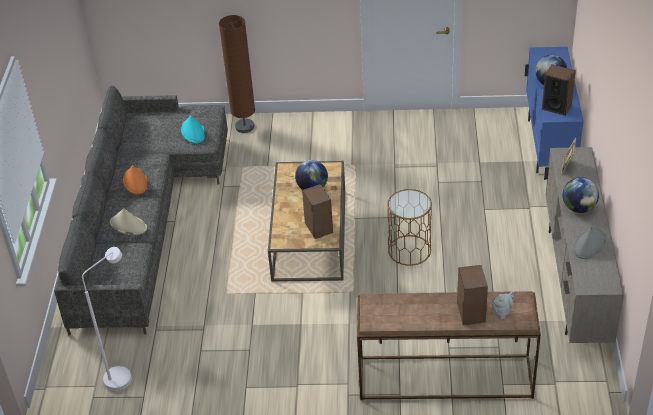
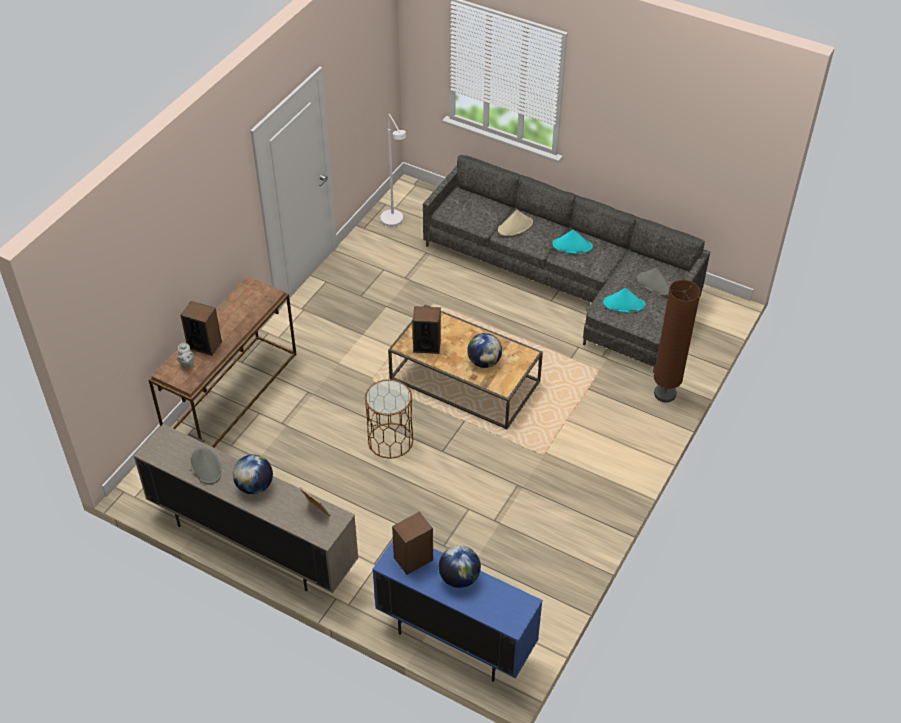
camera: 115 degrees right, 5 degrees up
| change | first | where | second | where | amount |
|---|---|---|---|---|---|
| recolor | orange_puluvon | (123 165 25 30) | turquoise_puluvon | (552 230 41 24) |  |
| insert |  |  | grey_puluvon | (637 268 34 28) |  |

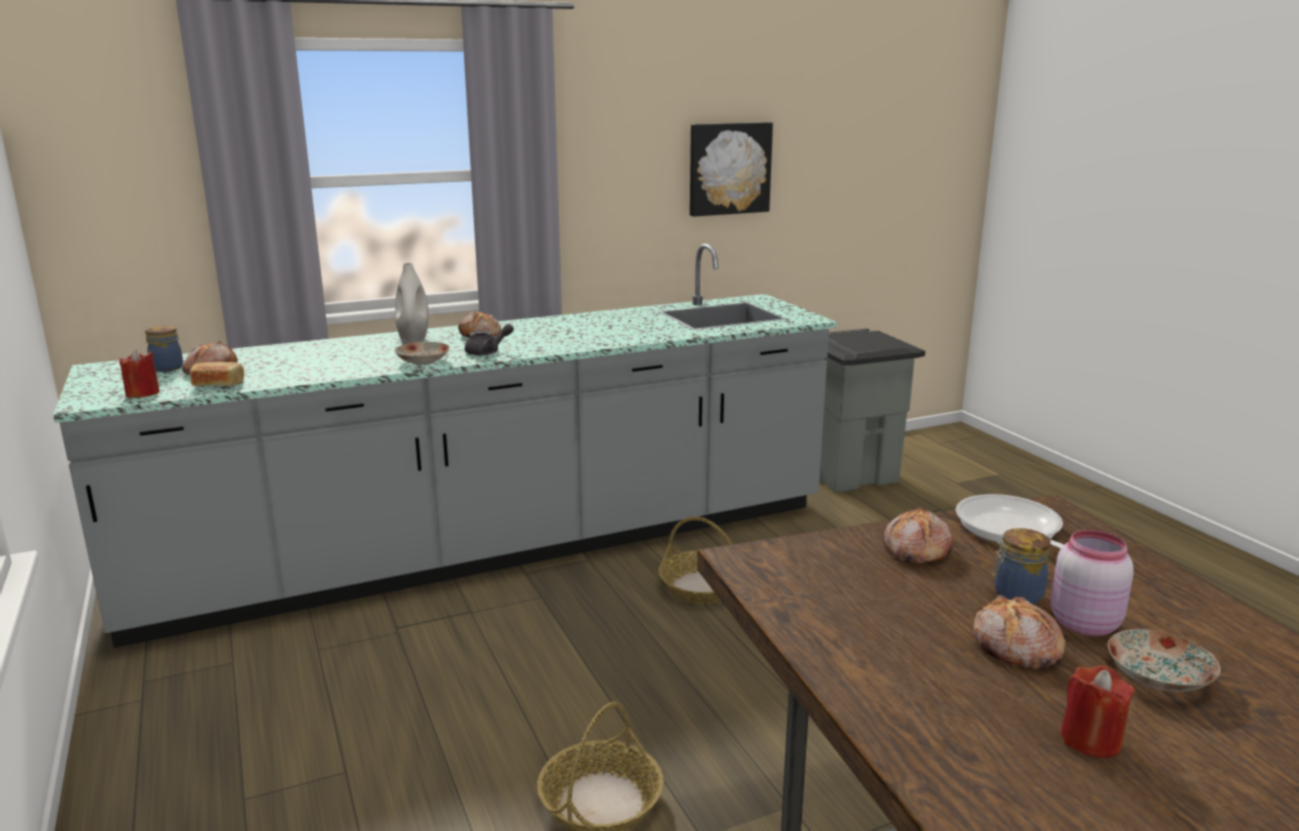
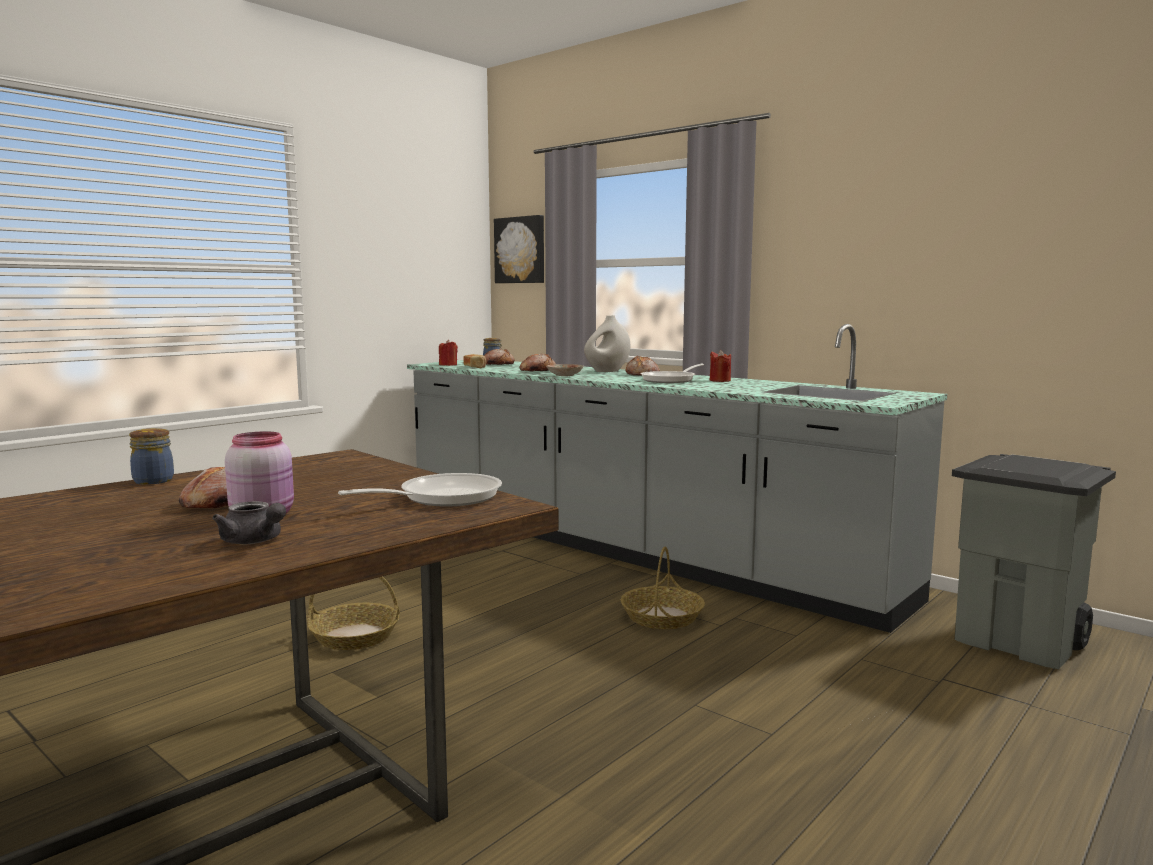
camera: 65 degrees right, 10 degrees down
| change | first | where | second | where | amount |
|---|---|---|---|---|---|
| move | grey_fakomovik | (465 324 49 32) |  | (212 501 74 43) |  |
| move | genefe | (690 122 83 95) |  | (494 215 50 68) |  |
| move | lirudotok | (883 507 70 56) |  | (519 353 37 18) |  |
| move | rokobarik | (992 528 59 76) |  | (129 428 45 57) |  |
| move | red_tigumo | (1061 665 74 93) |  | (710 350 21 32) |  |
| delete | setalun | (1108 629 112 63) |  |  |  |
| insert |  |  | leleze | (640 363 64 20) |  |

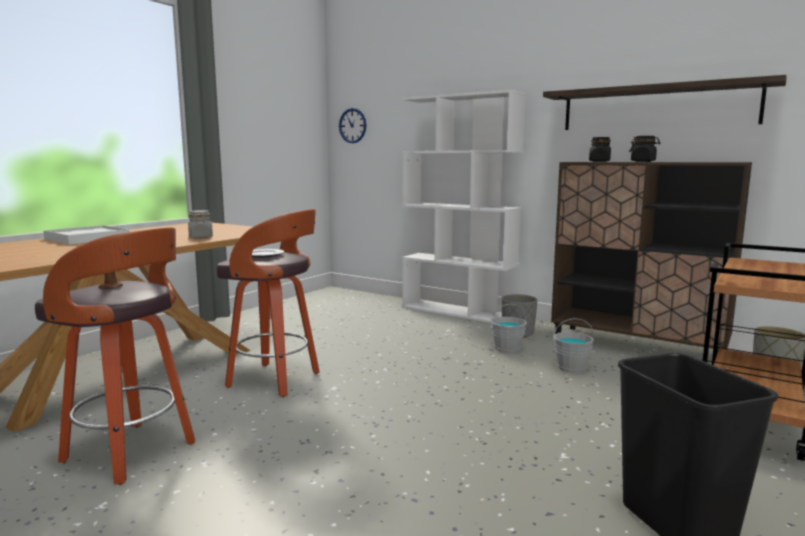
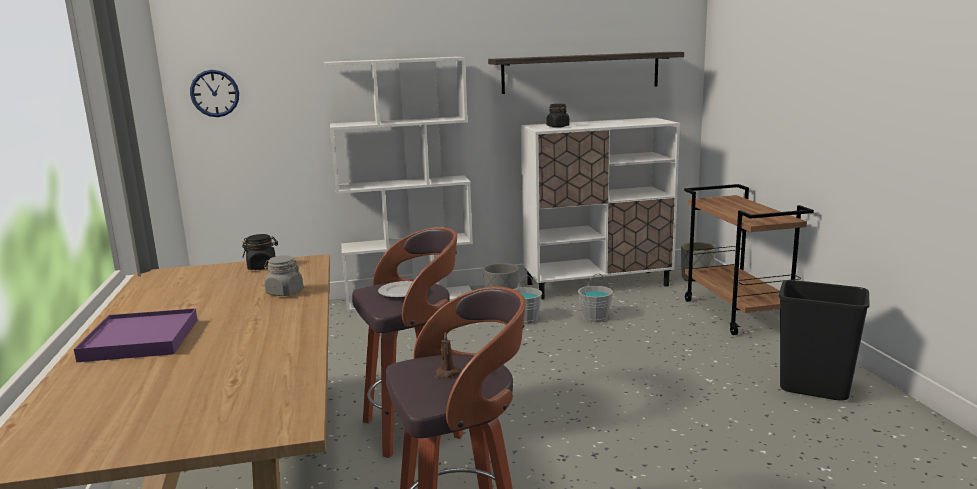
camera: 45 degrees left, 5 degrees up
| change | first | where | second | where | amount |
|---|---|---|---|---|---|
| recolor | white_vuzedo | (43 225 86 20) | purple_vuzedo | (74 308 123 54) |  |
| recolor | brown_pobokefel | (551 162 201 192) | white_pobokefel | (520 117 160 183) |  |
| move | black_rokobarik | (629 136 31 26) |  | (242 234 36 36) |  |

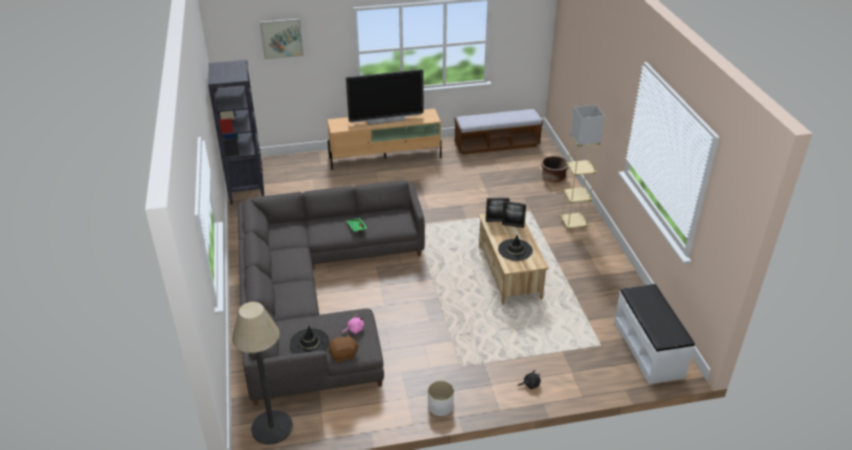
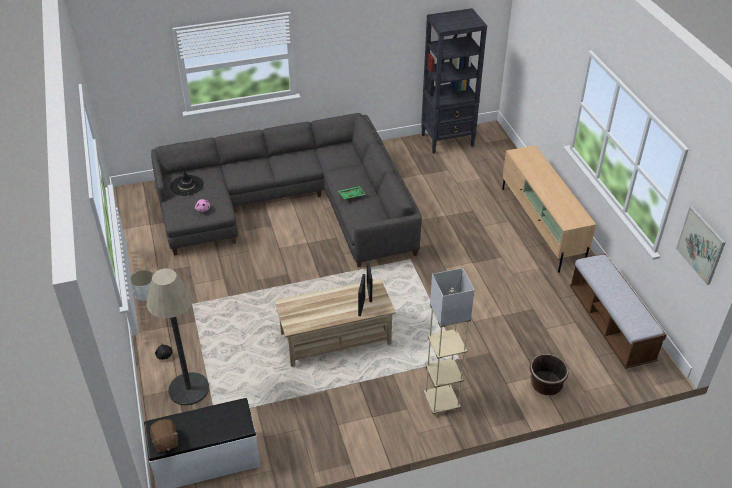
camera: 85 degrees right, 5 degrees up
| change | first | where | second | where | amount |
|---|---|---|---|---|---|
| move | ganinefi | (232 302 61 143) |  | (146 268 63 138) |  |
| move | genefe | (260 19 44 41) |  | (676 206 50 79) |  |
| move | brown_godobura | (329 334 30 29) |  | (150 419 29 33) |  |
| delete | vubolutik | (346 69 78 56) |  |  |  |
| delete | black_puluvon | (498 235 35 26) |  |  |  |

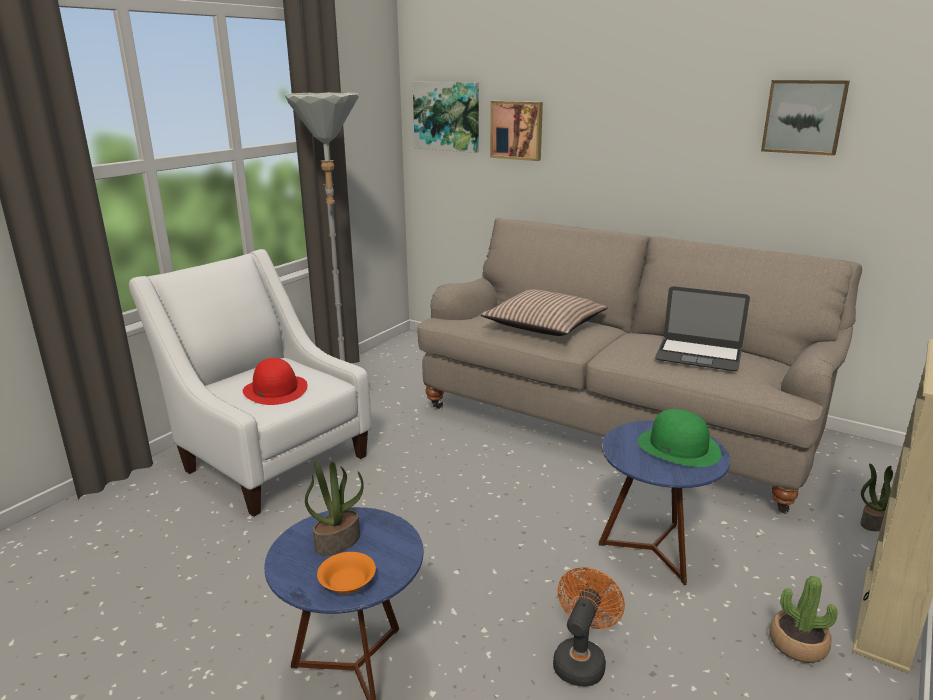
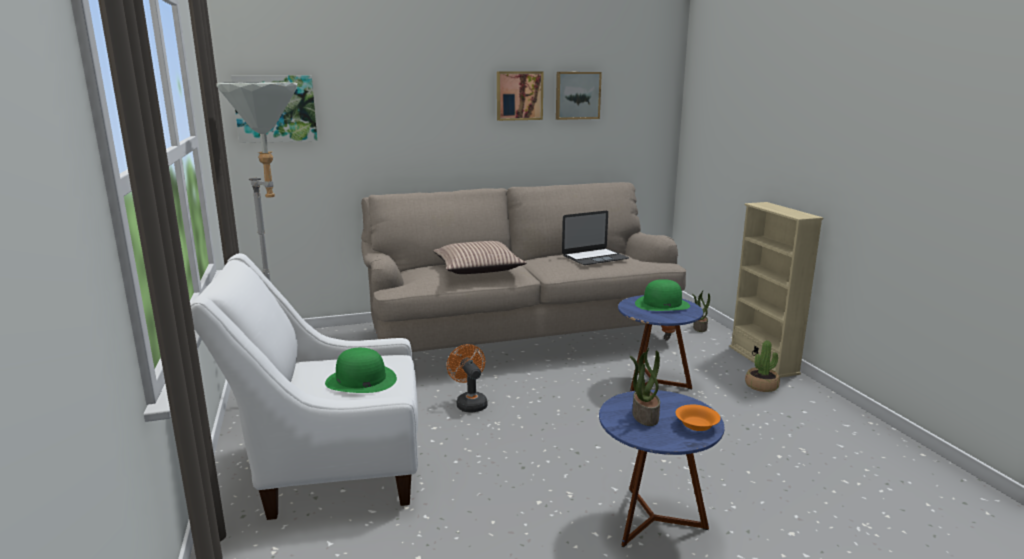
camera: 50 degrees left, 5 degrees down
| change | first | where | second | where | amount |
|---|---|---|---|---|---|
| recolor | red_puluvon | (243 358 65 47) | green_puluvon | (325 348 72 45) |  |
| move | genefe | (490 101 53 60) |  | (497 71 46 50) |  |
| move | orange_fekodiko | (553 567 72 120) |  | (447 344 41 69) |  |

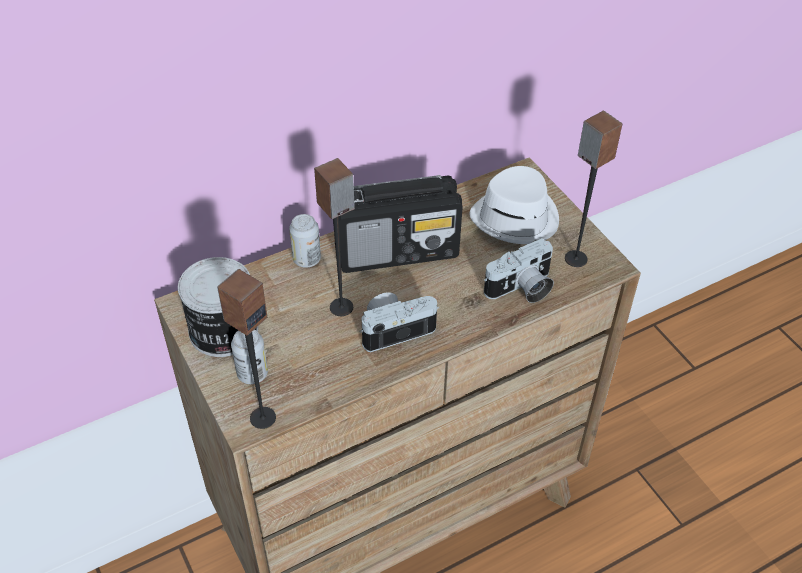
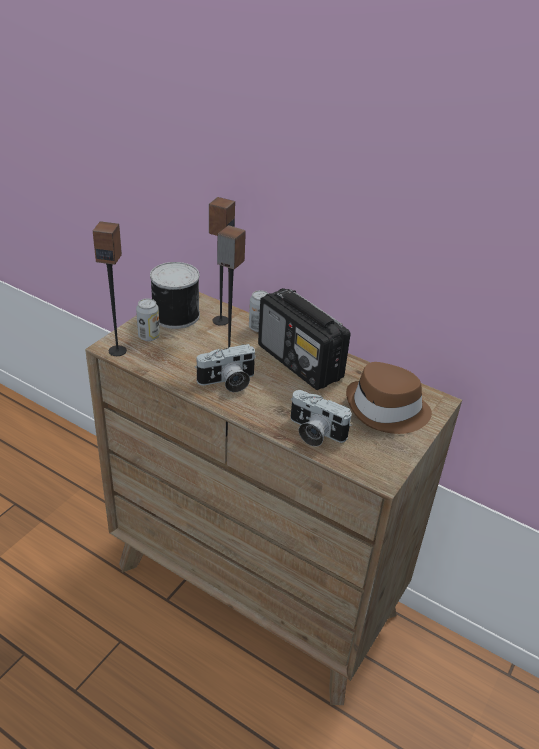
camera: 60 degrees right, 10 degrees down
| change | first | where | second | where | amount |
|---|---|---|---|---|---|
| rotate | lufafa | (360 292 79 60) |  | (195 344 61 48) | 120 degrees clockwise |
| recolor | white_puluvon | (469 166 90 78) | brown_puluvon | (346 362 86 72) |  |
| move | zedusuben | (565 110 57 157) |  | (209 197 26 129) |  |

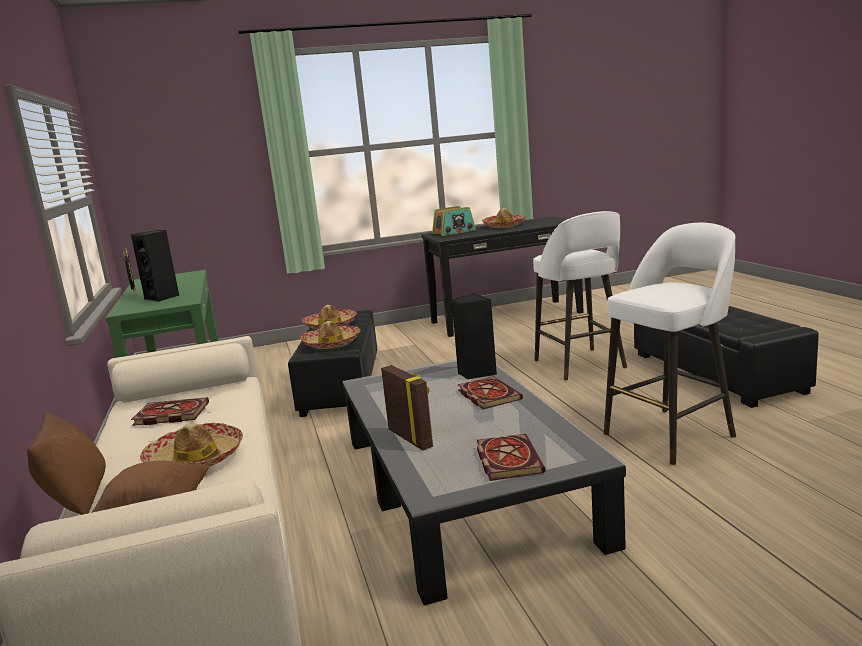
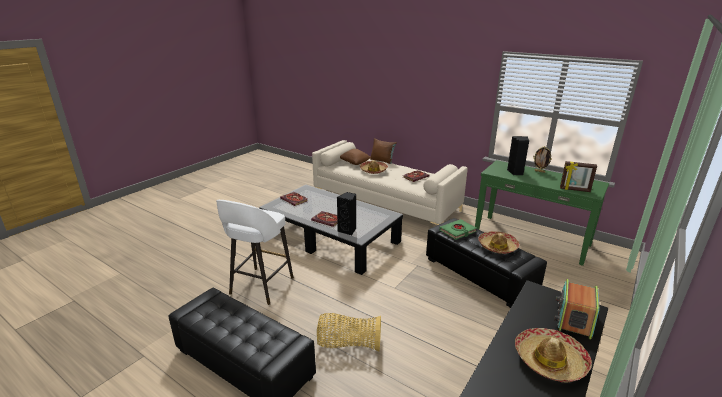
camera: 140 degrees right, 10 degrees up
| change | first | where | second | where | amount |
|---|---|---|---|---|---|
| replace | puluvon | (300 321 60 28) | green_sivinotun | (439 219 38 21) |  |
| move | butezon | (381 365 52 86) |  | (560 161 37 31) |  |
| replace | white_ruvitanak | (533 211 94 170) | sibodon | (317 313 64 39) |  |

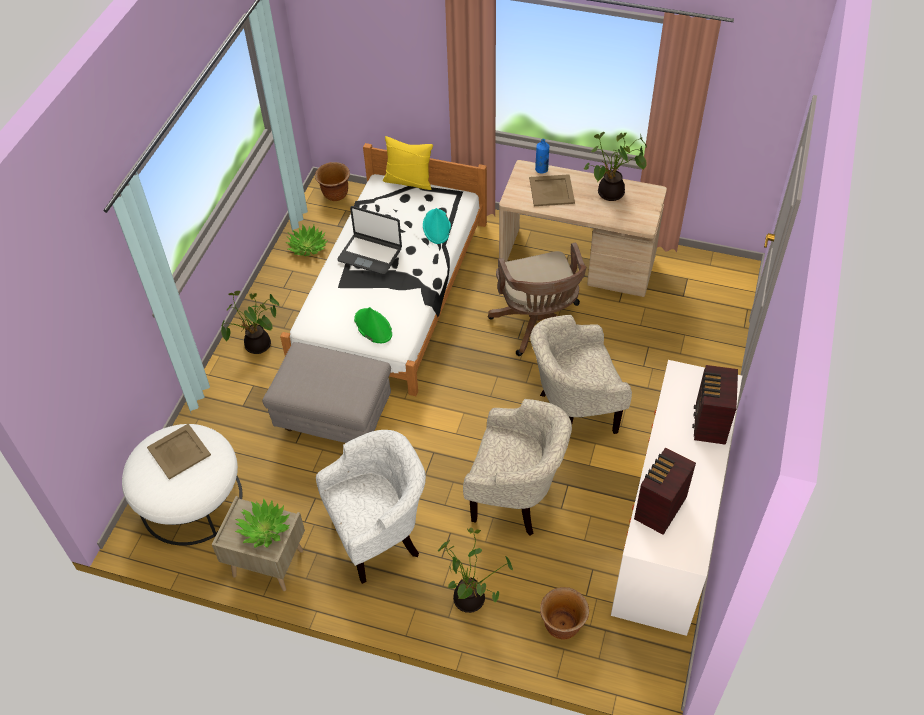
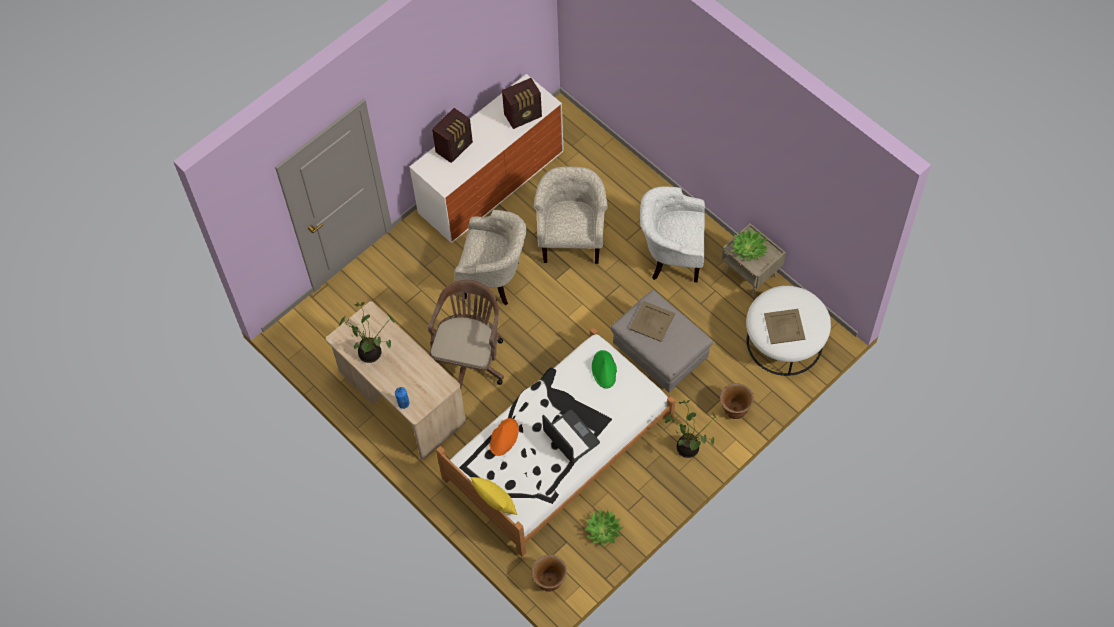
camera: 150 degrees left, 10 degrees up
| change | first | where | second | where | amount |
|---|---|---|---|---|---|
| recolor | turquoise_puluvon | (423 208 28 36) | orange_puluvon | (489 418 30 38) |  |
| delete | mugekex | (438 528 75 85) |  |  |  |
| rotate | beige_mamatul | (463 399 109 137) |  | (534 166 74 98) | 45 degrees clockwise |
| move | beige_vuzedo | (529 174 46 32) |  | (630 301 45 41) |  |
| move | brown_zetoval | (540 587 49 52) |  | (720 383 34 36) |  |

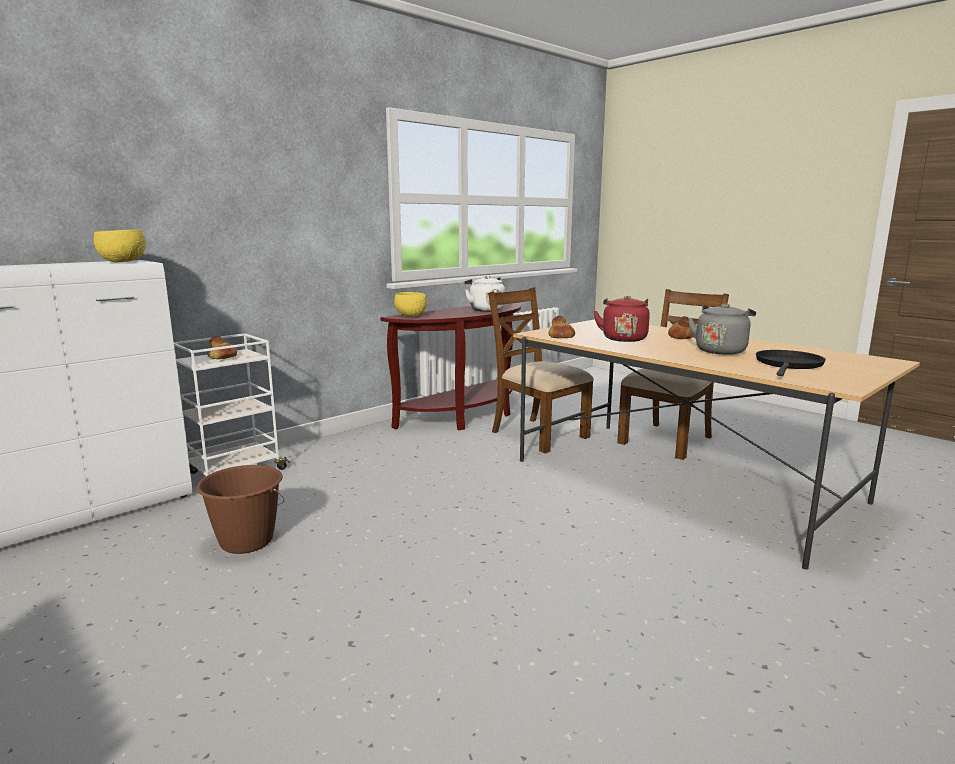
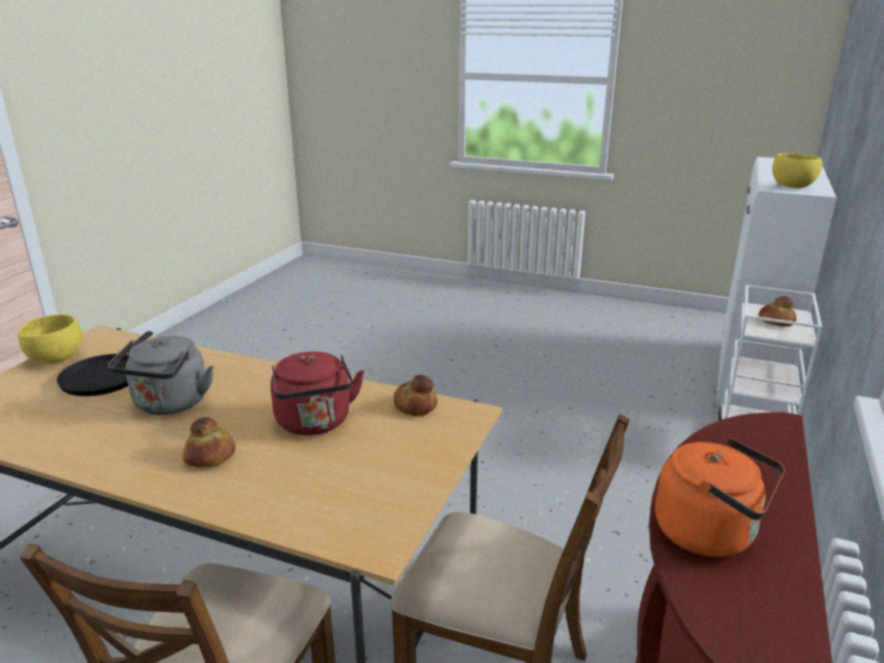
camera: 155 degrees right, 10 degrees up
| change | first | where | second | where | amount |
|---|---|---|---|---|---|
| delete | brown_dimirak | (196 465 89 89) |  |  |  |
| move | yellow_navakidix | (394 292 33 25) |  | (18 314 65 50) |  |
| recolor | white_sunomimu | (464 276 41 36) | orange_sunomimu | (655 438 130 119) |  |

